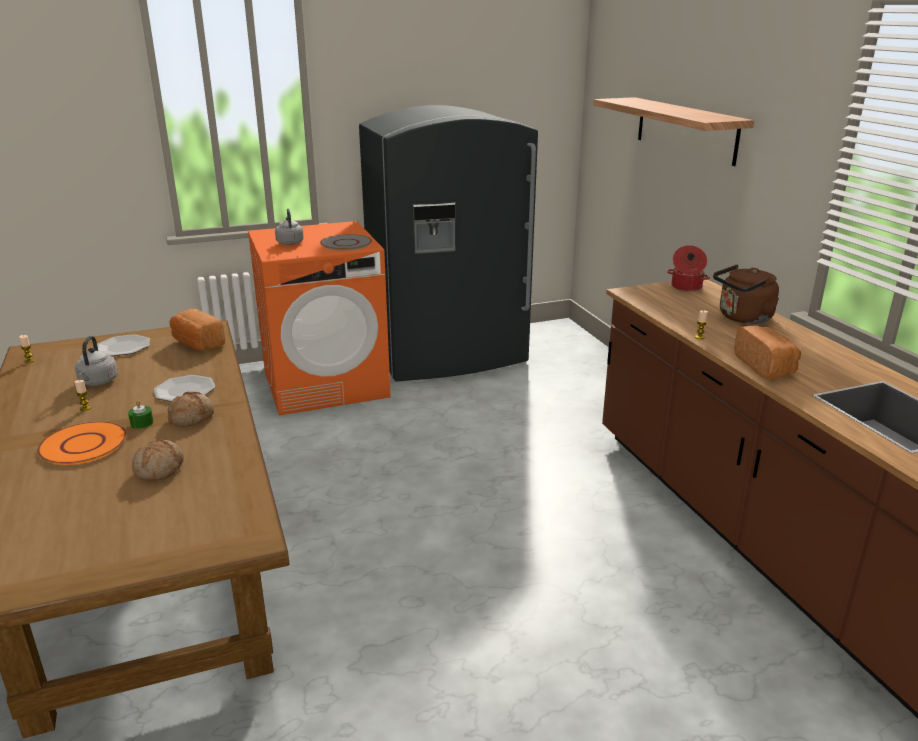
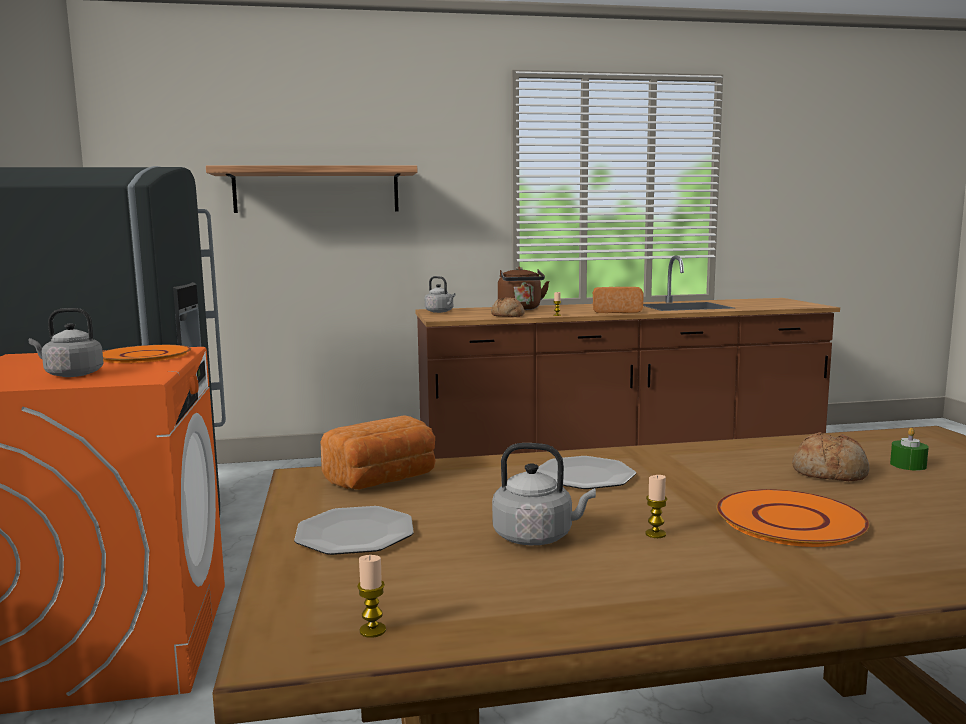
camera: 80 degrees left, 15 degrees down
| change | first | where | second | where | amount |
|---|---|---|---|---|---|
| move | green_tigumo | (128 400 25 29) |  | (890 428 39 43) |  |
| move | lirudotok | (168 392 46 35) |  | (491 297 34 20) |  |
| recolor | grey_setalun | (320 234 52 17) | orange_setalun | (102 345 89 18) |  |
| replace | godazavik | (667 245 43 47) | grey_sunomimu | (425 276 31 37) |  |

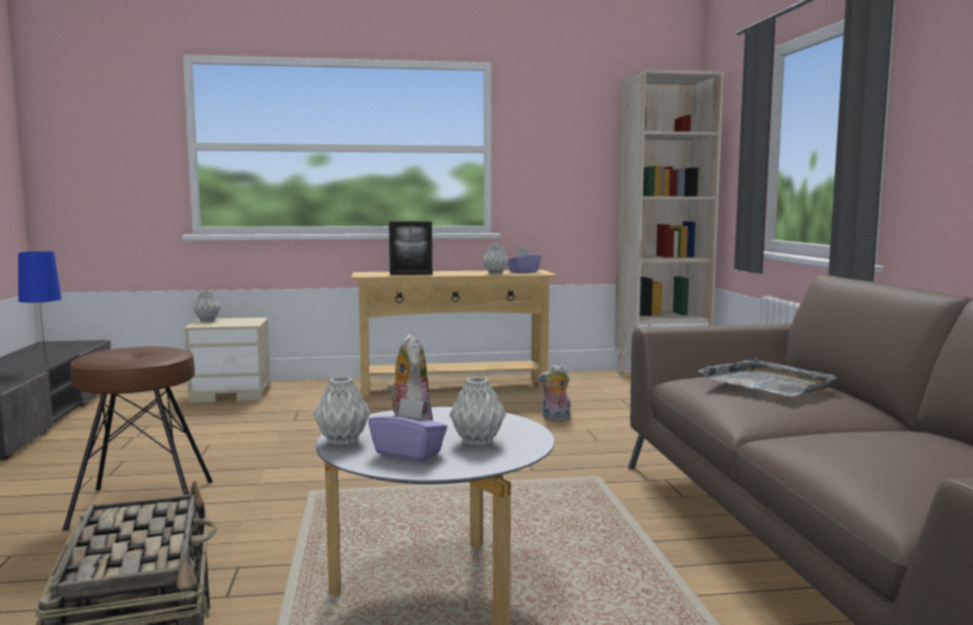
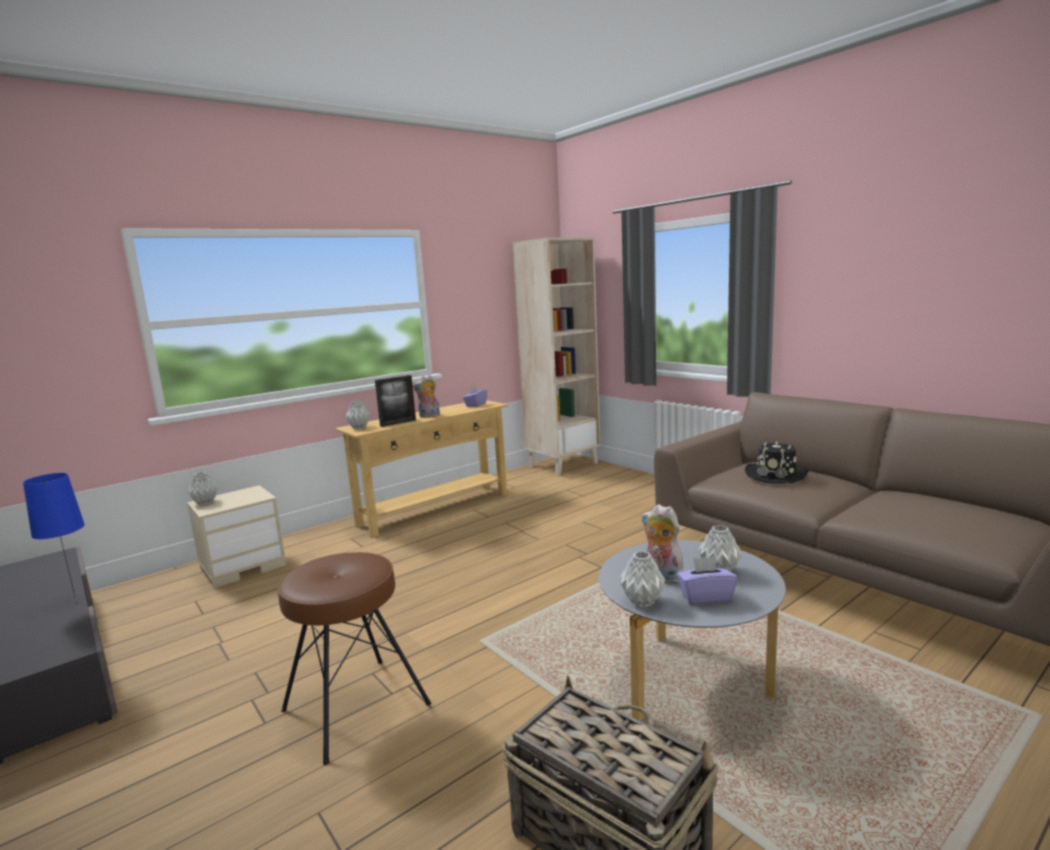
camera: 30 degrees left, 5 degrees up
| change | first | where | second | where | amount |
|---|---|---|---|---|---|
| move | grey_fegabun | (482 243 27 31) |  | (345 400 25 29) |  |
| move | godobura | (538 365 33 56) |  | (413 375 27 43) |  |
| replace | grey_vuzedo | (698 358 139 38) | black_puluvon | (745 441 64 43) |  |

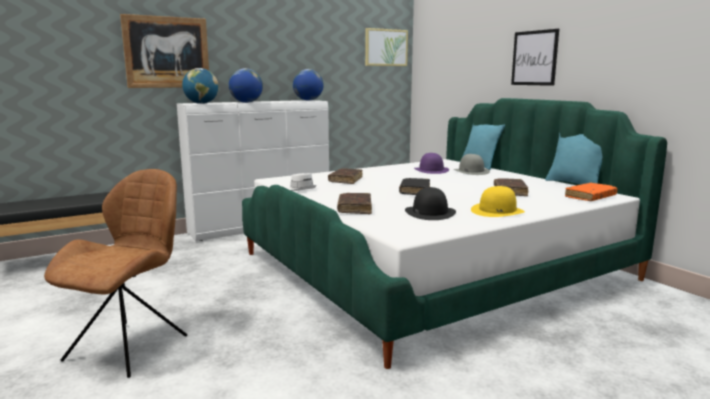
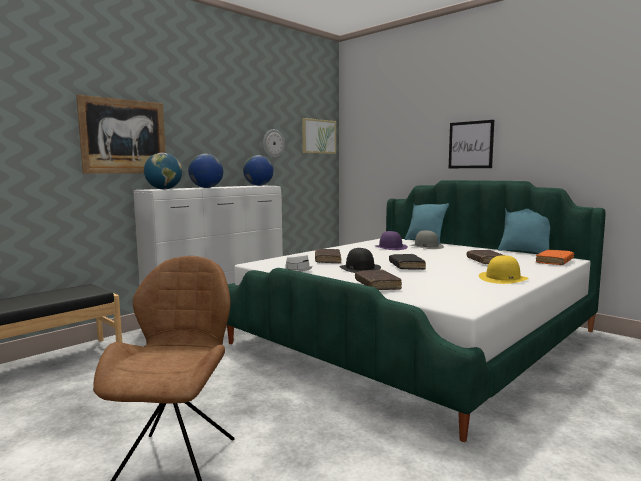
camera: 15 degrees left, 5 degrees down
| change | first | where | second | where | amount |
|---|---|---|---|---|---|
| move | black_puluvon | (405 187 51 33) |  | (339 248 42 25) |  |
| insert |  |  | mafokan | (263 129 22 29) |  |

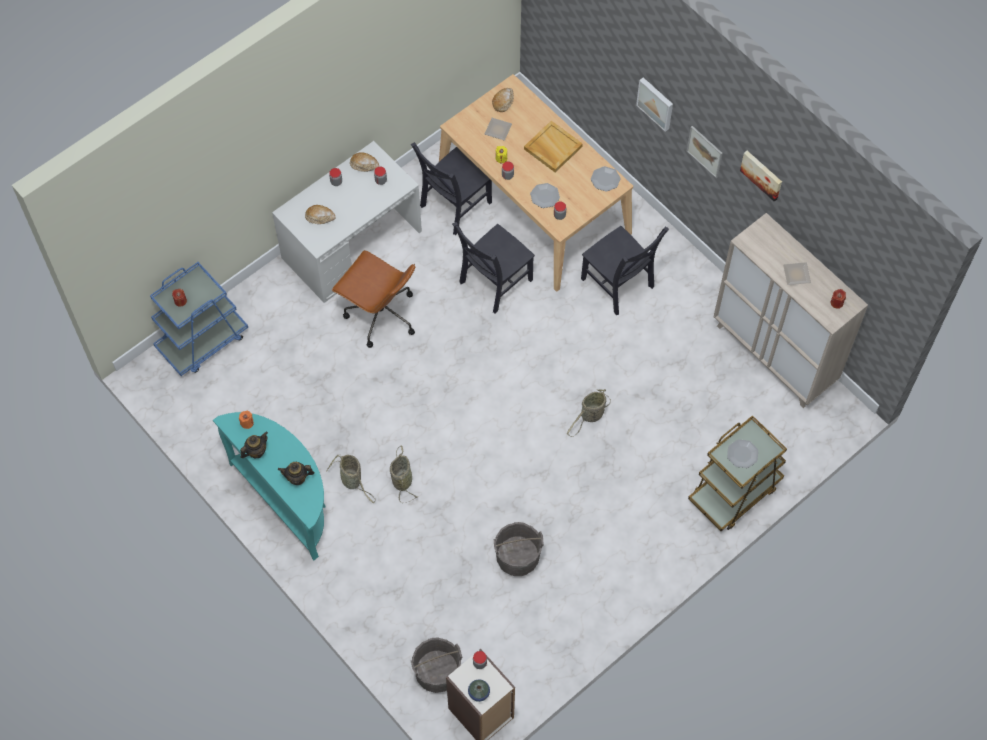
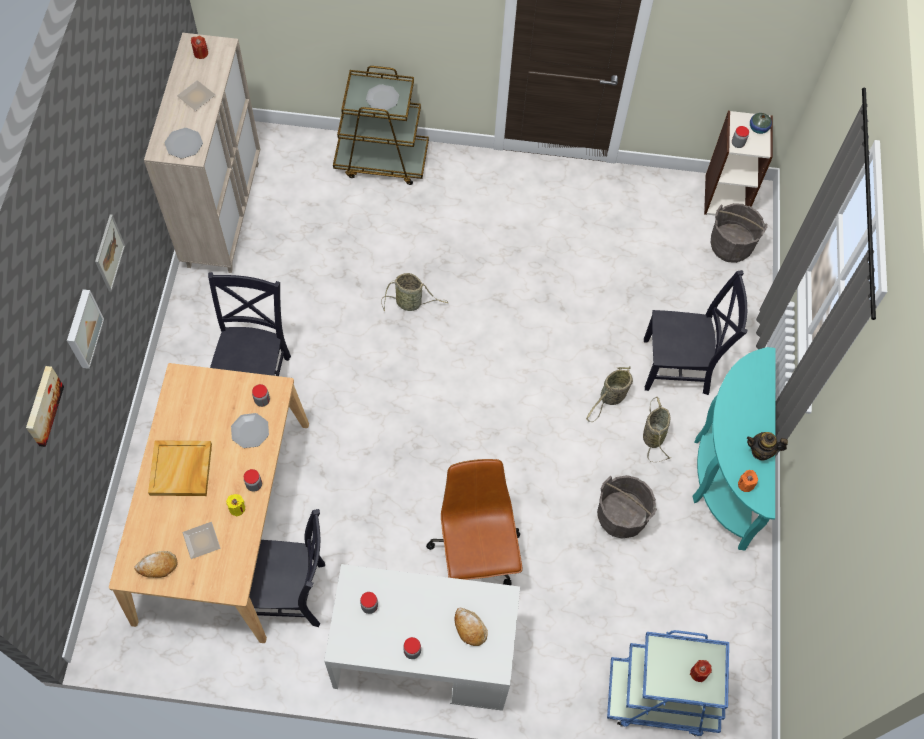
camera: 135 degrees left, 0 degrees up
| change | first | where | second | where | amount |
|---|---|---|---|---|---|
| delete | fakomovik | (278 462 37 23) |  |  |  |
| delete | lirudotok | (350 152 29 20) |  |  |  |
| move | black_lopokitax | (452 222 83 92) |  | (644 270 103 125) |  |
| move | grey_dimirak | (494 522 50 54) |  | (597 475 60 64) |  |
| move | setalun | (591 166 29 26) |  | (165 128 38 30) |  |
| move | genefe | (740 151 42 51) |  | (26 366 38 81) |  |

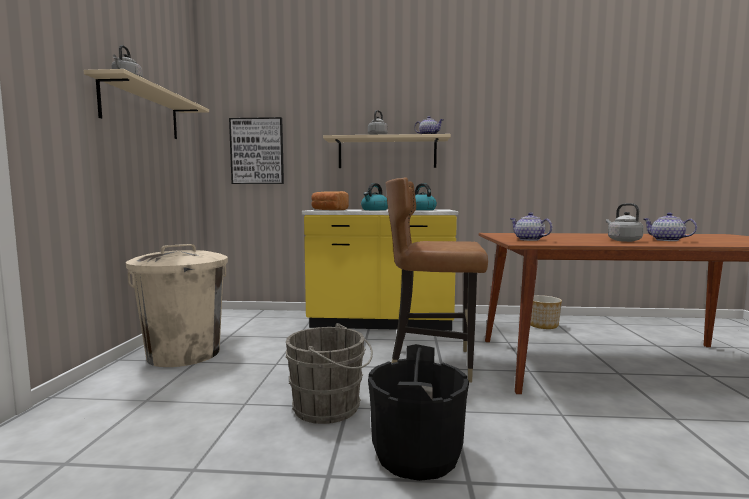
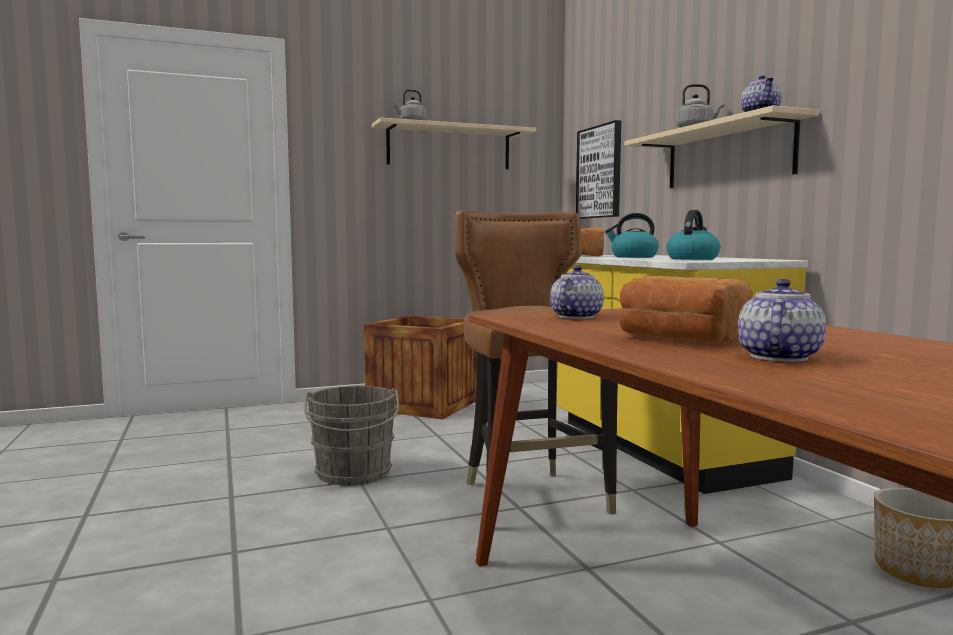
camera: 65 degrees right, 0 degrees up
| change | first | where | second | where | amount |
|---|---|---|---|---|---|
| replace | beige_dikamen | (126 244 102 123) | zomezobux | (364 316 113 103) |  |
| delete | black_dimirak | (368 344 101 137) |  |  |  |
| replace | grey_sunomimu | (606 203 38 39) | lirudotok | (620 276 133 68) |  |

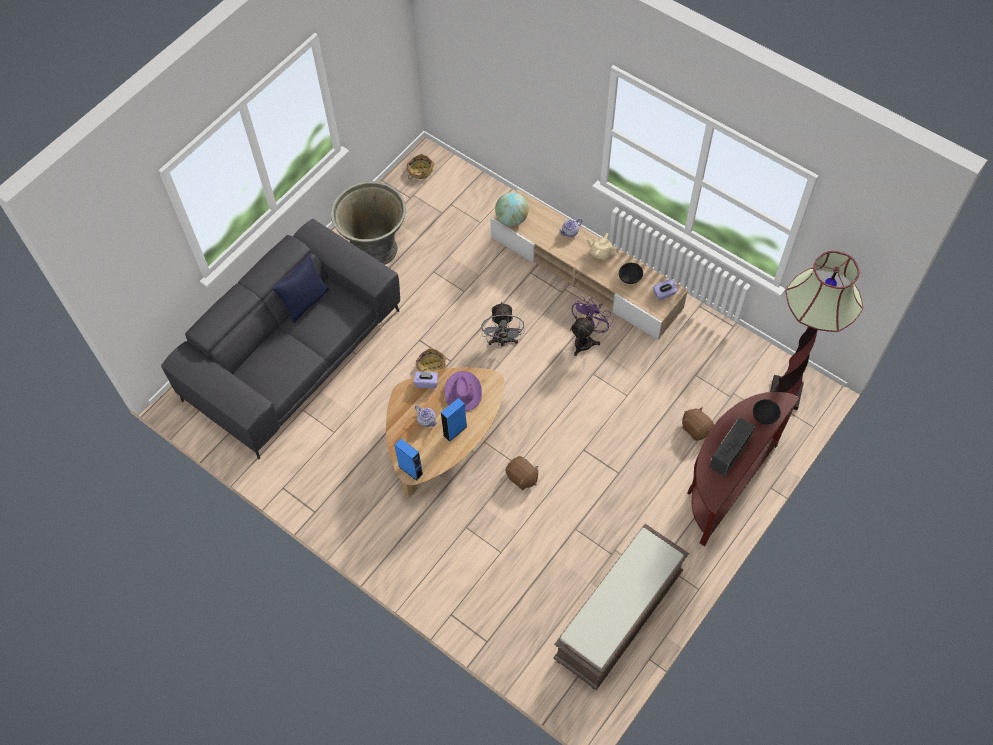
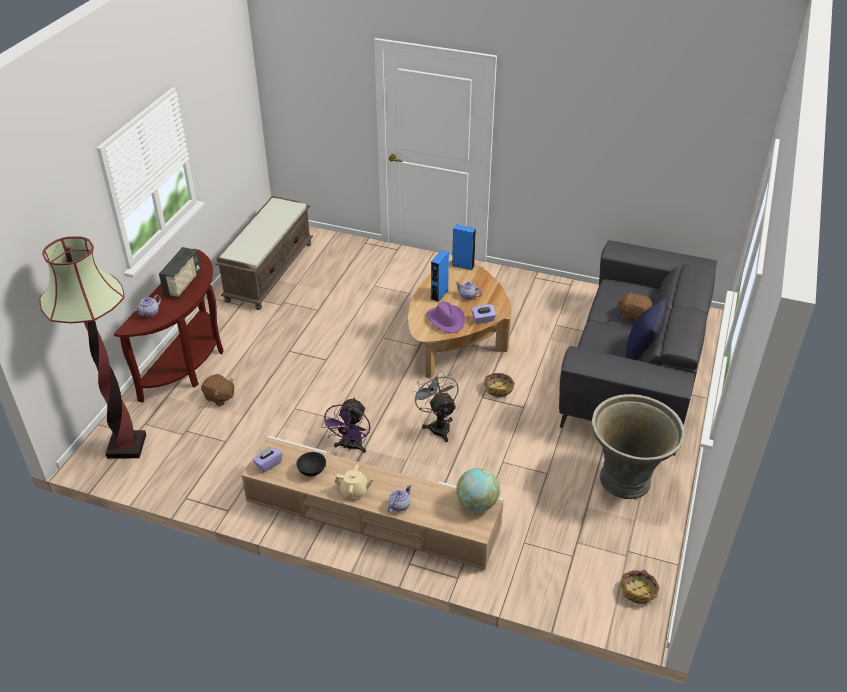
camera: 160 degrees right, 20 degrees down
| change | first | where | second | where | amount |
|---|---|---|---|---|---|
| move | brown_godobura | (505 456 34 34) |  | (618 291 34 31) |  |
| replace | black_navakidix | (753 399 28 25) | fakomovik | (135 295 26 22) |  |

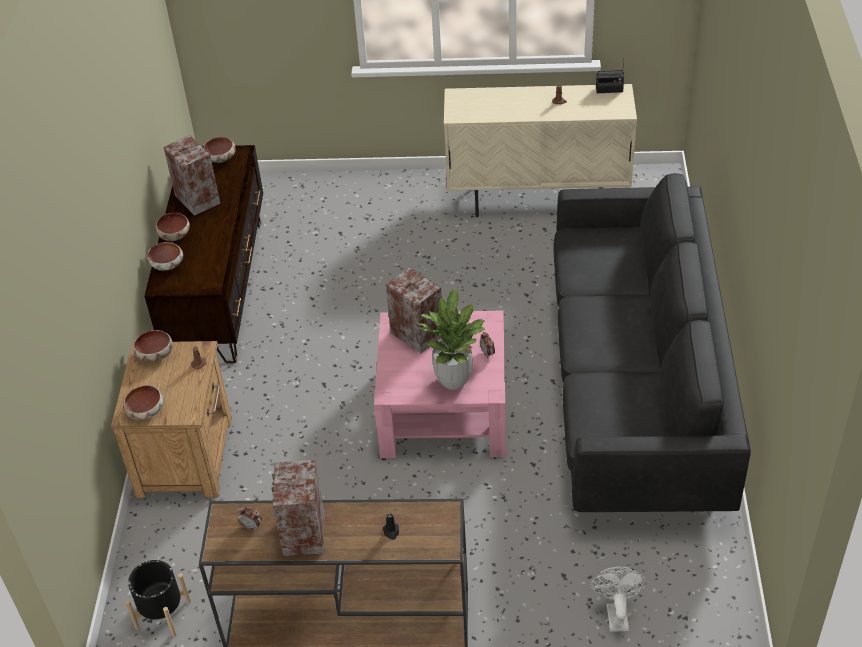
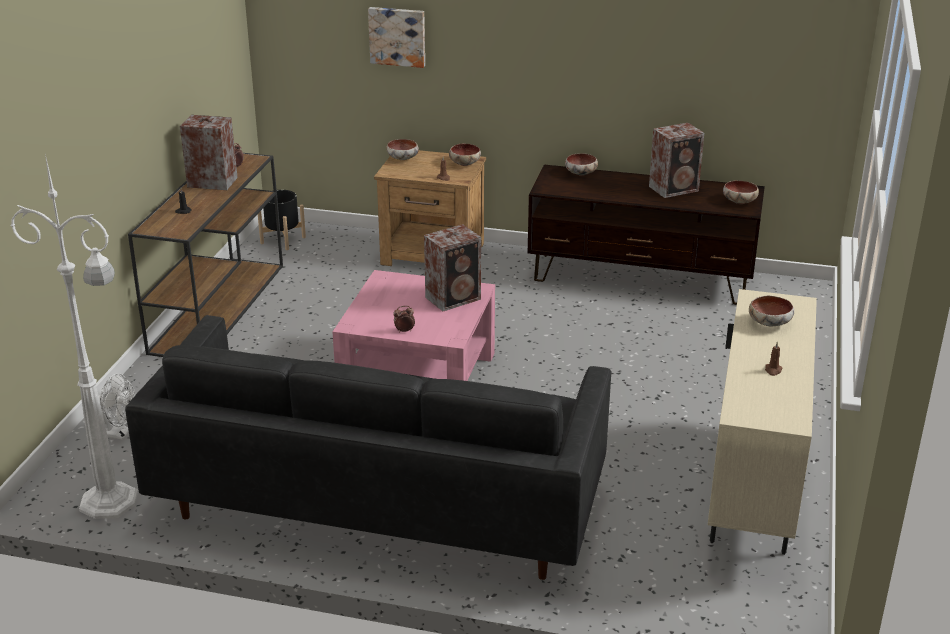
camera: 100 degrees right, 15 degrees down
| change | first | where | second | where | amount |
|---|---|---|---|---|---|
| move | navakidix | (155 213 35 28) |  | (749 296 45 30) |  |
| delete | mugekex | (416 288 70 102) |  |  |  |
| delete | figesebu | (596 58 28 35) |  |  |  |
| insert |  |  | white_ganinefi | (11 154 127 365) |  |
| insert |  |  | genefe | (368 7 57 61) |  |

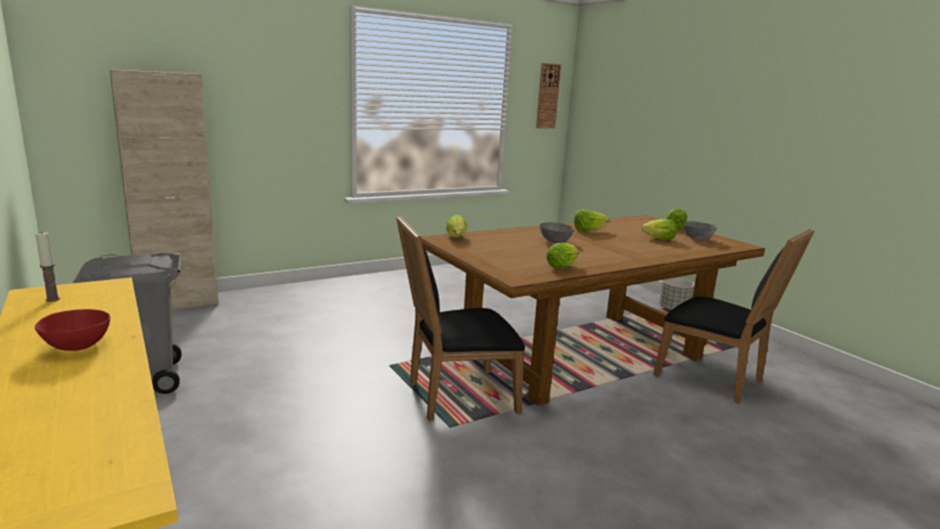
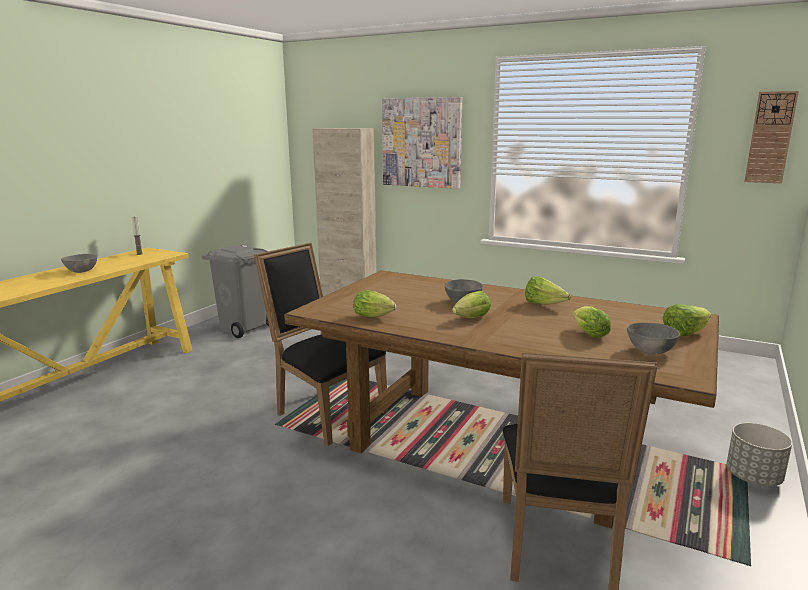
camera: 60 degrees right, 0 degrees up
| change | first | where | second | where | amount |
|---|---|---|---|---|---|
| recolor | red_navakidix | (35 309 75 42) | grey_navakidix | (61 254 36 19) |  |
| move | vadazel | (446 214 21 24) |  | (452 291 39 27) |  |
| insert |  |  | genefe | (382 97 80 92) |  |

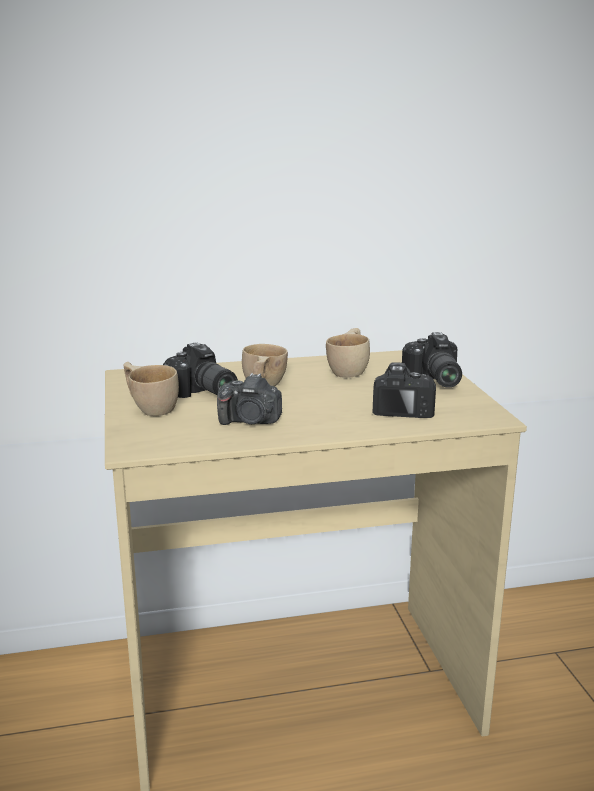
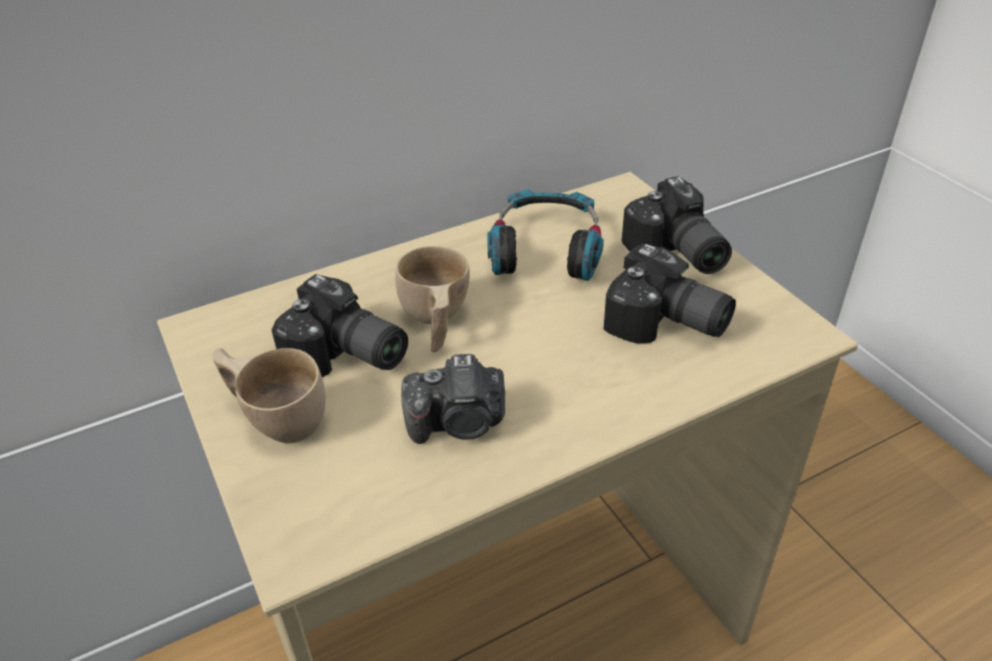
camera: 15 degrees left, 20 degrees up
| change | first | where | second | where | amount |
|---|---|---|---|---|---|
| replace | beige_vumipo | (326 328 44 50) | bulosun | (487 189 116 92) |  |
| rotate | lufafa | (373 362 63 56) |  | (604 243 132 101) | 135 degrees clockwise |

